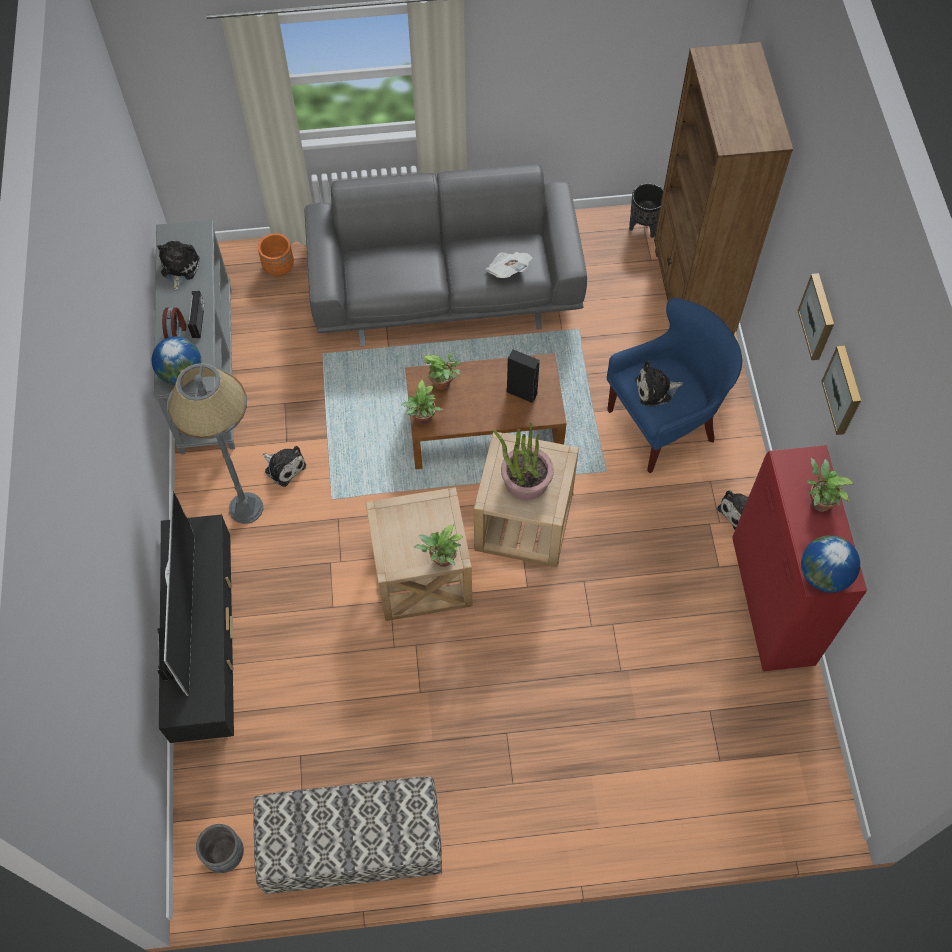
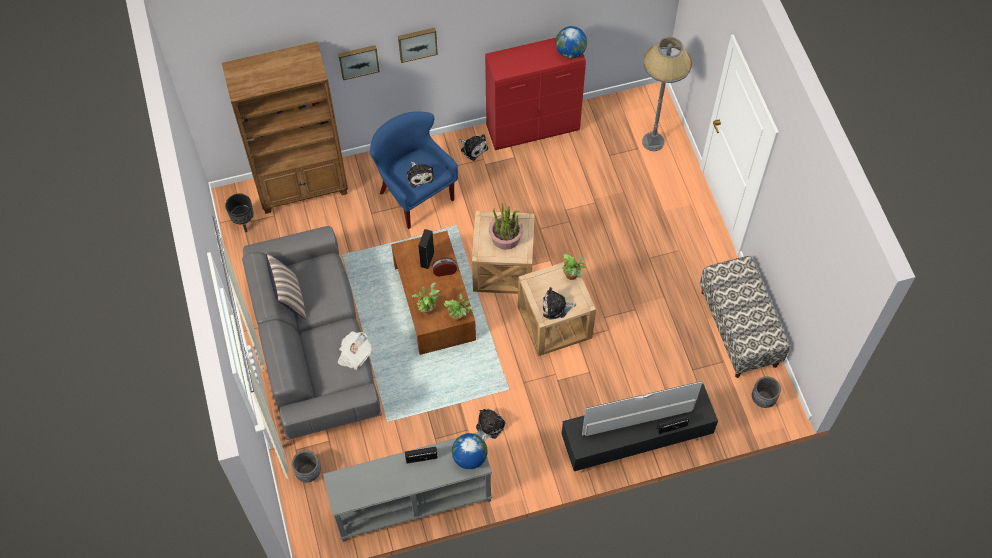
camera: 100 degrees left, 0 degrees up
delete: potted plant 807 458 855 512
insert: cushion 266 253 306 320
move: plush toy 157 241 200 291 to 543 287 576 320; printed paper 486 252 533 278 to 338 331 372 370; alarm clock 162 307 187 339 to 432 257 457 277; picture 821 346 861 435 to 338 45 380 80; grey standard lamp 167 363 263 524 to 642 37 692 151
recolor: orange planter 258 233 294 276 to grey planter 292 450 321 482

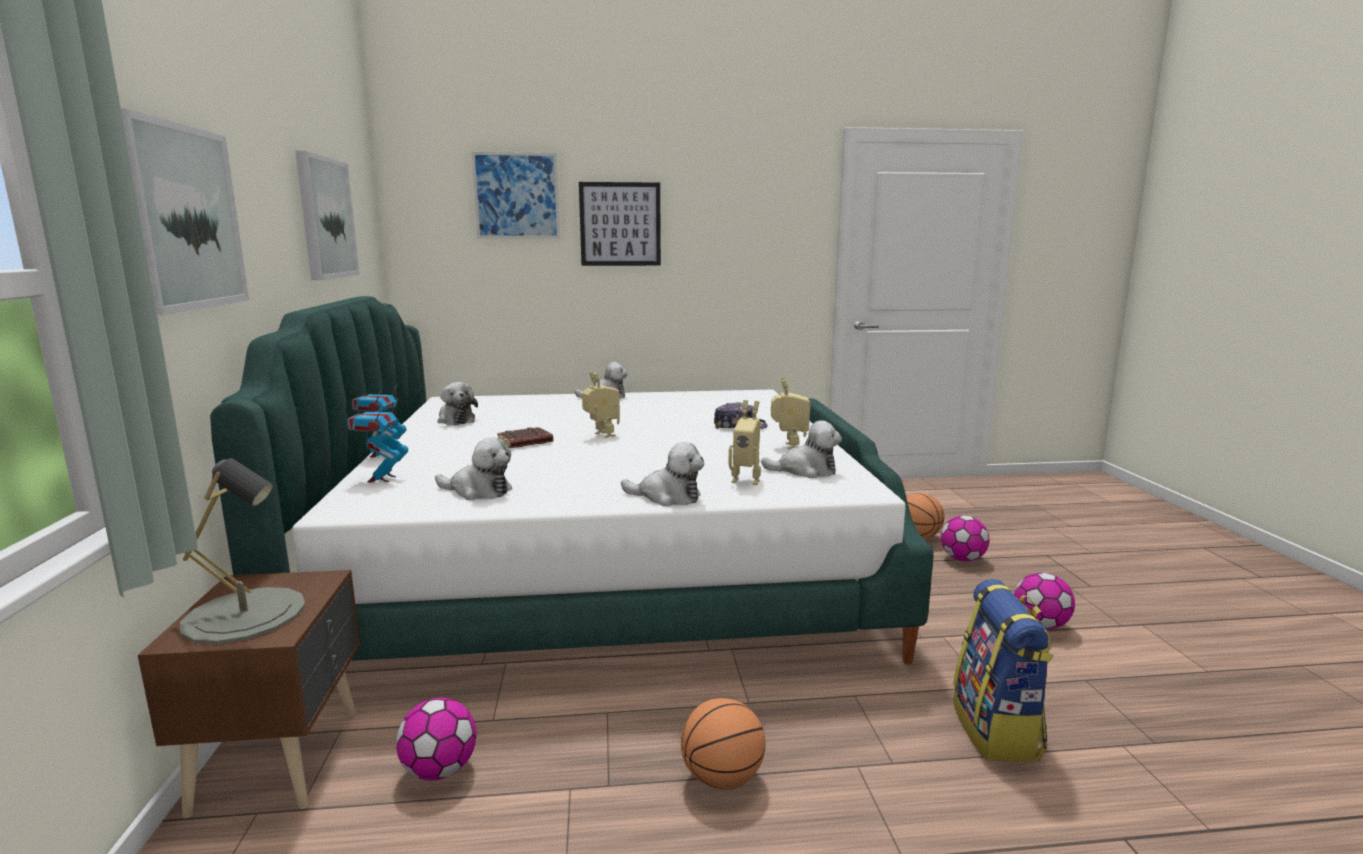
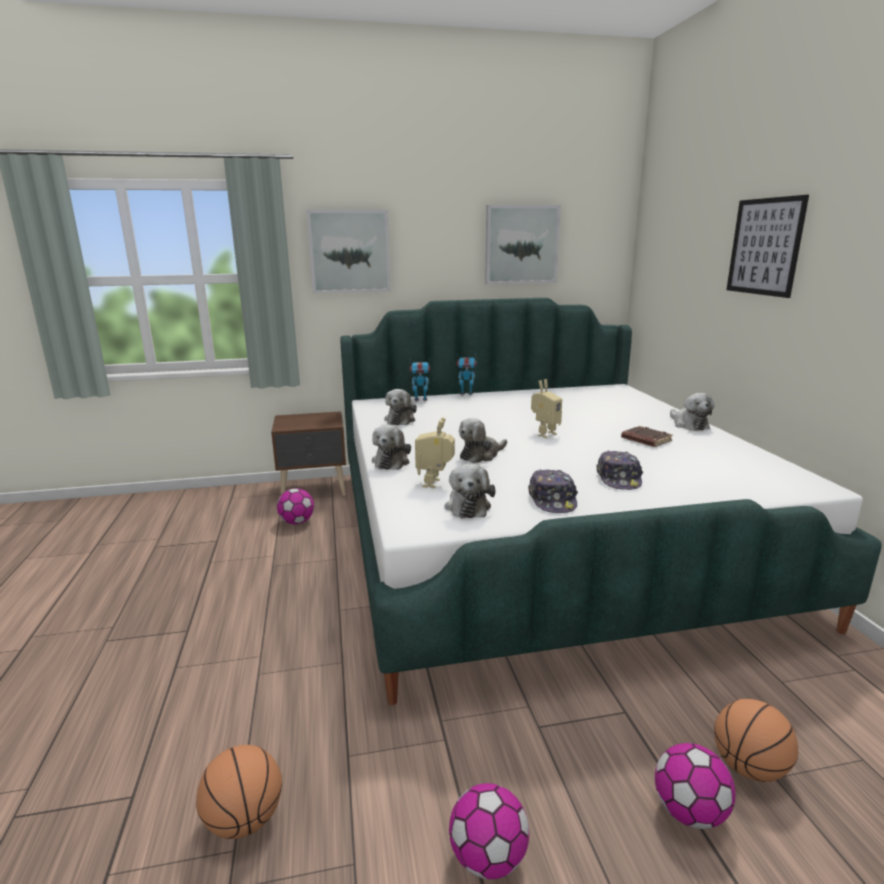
camera: 85 degrees right, 5 degrees up
delete: picture 472 152 560 238; grey table lamp 180 458 305 644; rucksack 953 579 1054 762
move: plush toy 437 382 478 425 to 459 418 507 463; brown-coloured bound book 497 427 553 448 to 621 426 673 447; basketball 681 698 765 789 to 196 745 282 839
replace: robot figure 771 378 810 449 to cap 528 469 578 513

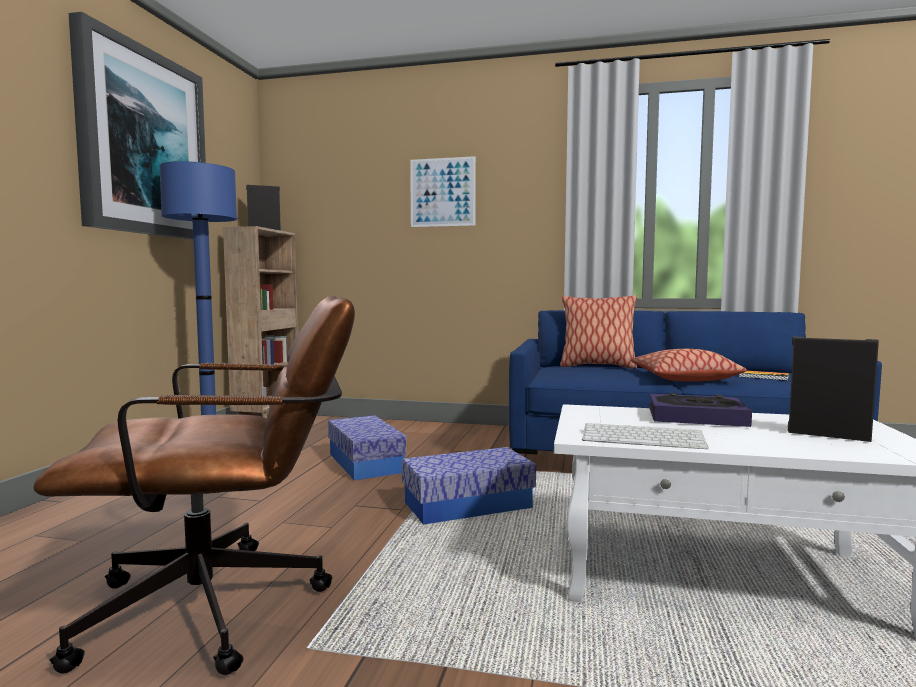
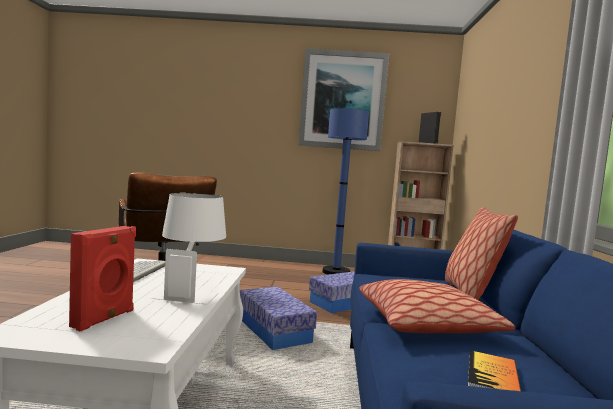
camera: 80 degrees right, 0 degrees up
delete: picture 410 156 476 227
replace: bound book 649 393 752 427 to white table lamp 152 193 226 304
recolor: black-coloured loudspeaker 788 336 879 442 to reddish loudspeaker 69 226 136 331

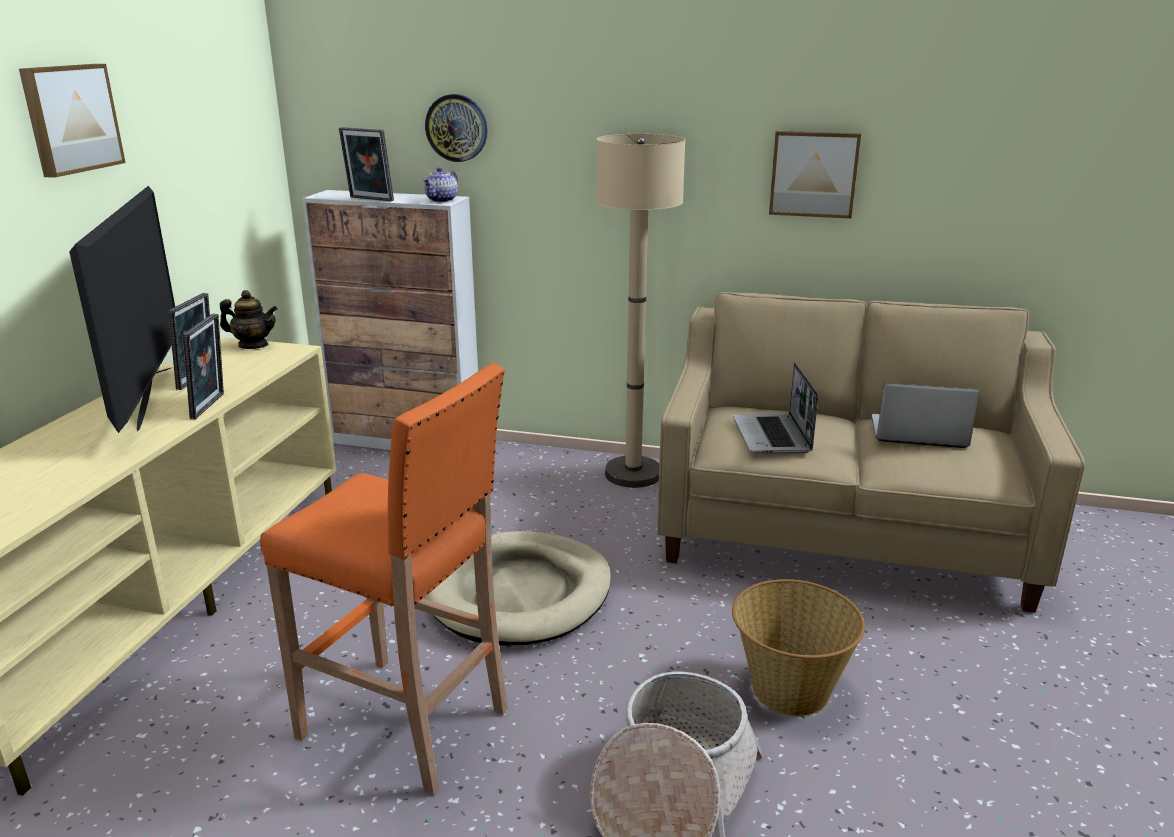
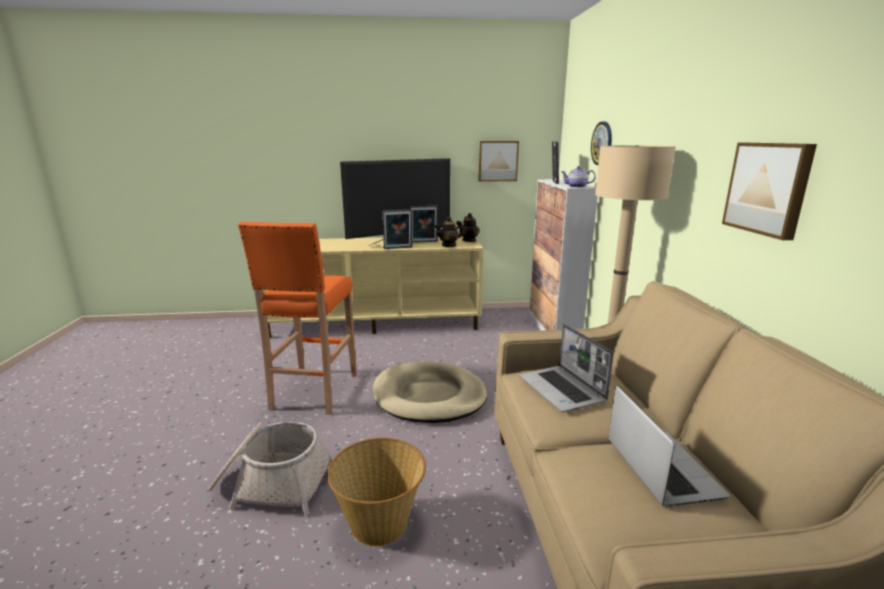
camera: 70 degrees right, 5 degrees down
insert: tea pot 434 216 464 247
move: picture 19 64 126 178 to 478 141 519 182
rotate: portable computer 733 363 818 454 = 519 324 614 412 90 degrees counterclockwise

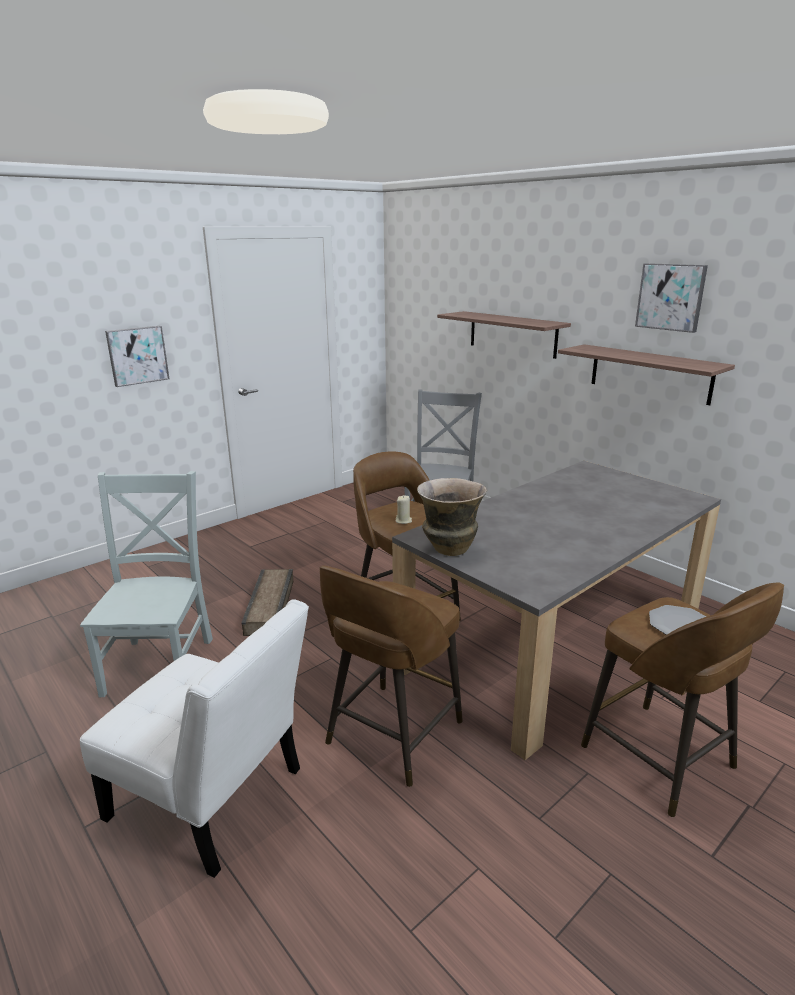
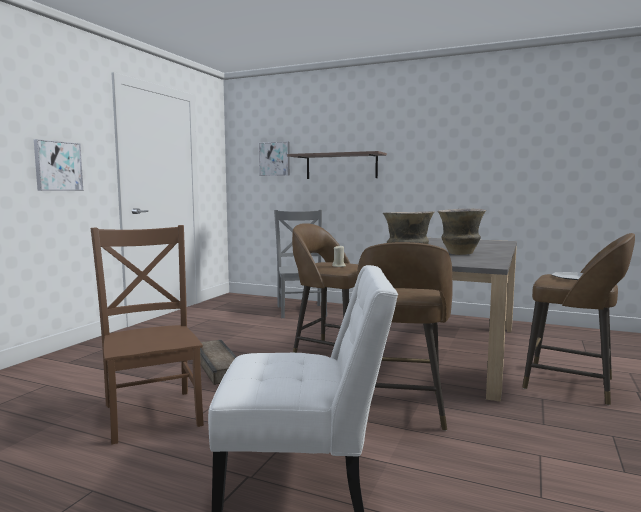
camera: 25 degrees left, 15 degrees down
delete: wall shelf 558 344 735 405
insert: decorative vase 438 209 486 255
move: picture 635 263 708 333 to 259 142 290 176
recolor: grey plain chair 80 471 213 697 to brown-coloured plain chair 91 225 204 445

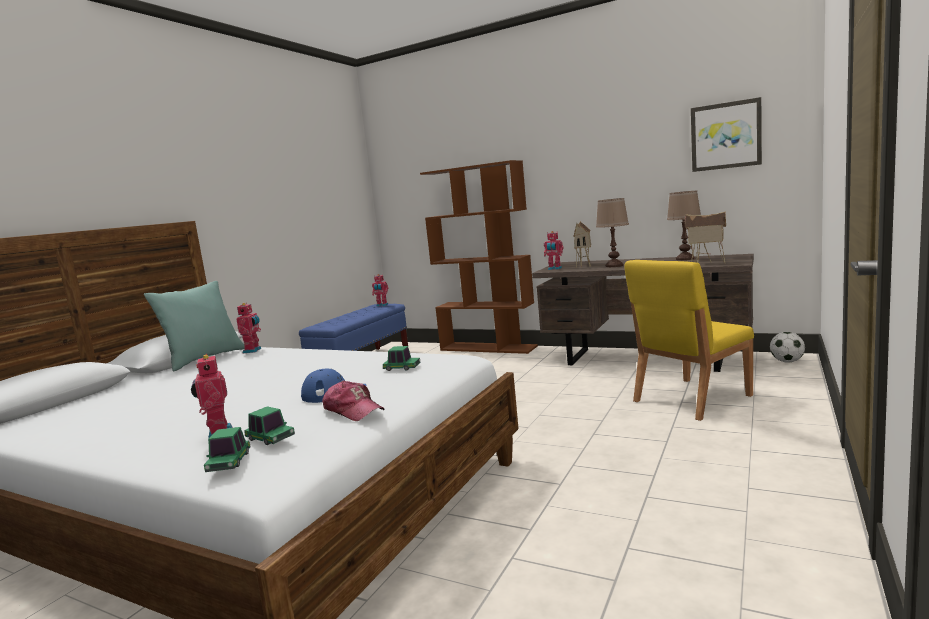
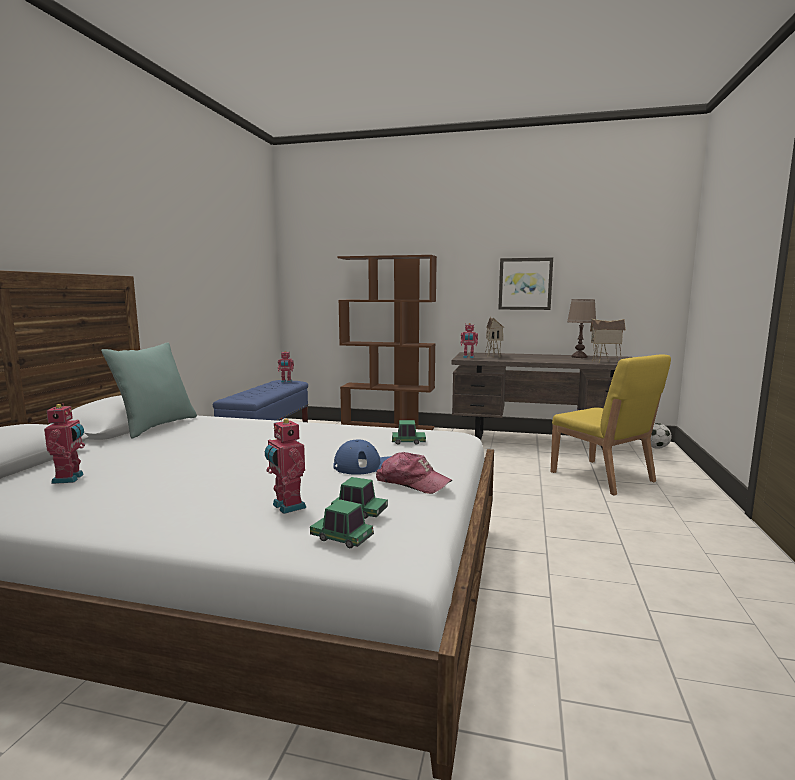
camera: 15 degrees left, 0 degrees up
delete: brown-coloured table lamp 596 198 629 267
move: picture 691 97 762 172 to 498 257 553 310; robot figure 236 302 262 353 to 44 403 85 484
rotate: yellowish plain chair 624 260 754 421 = 551 354 671 495 75 degrees counterclockwise; miniature car 204 427 251 472 = 310 499 374 548 135 degrees clockwise

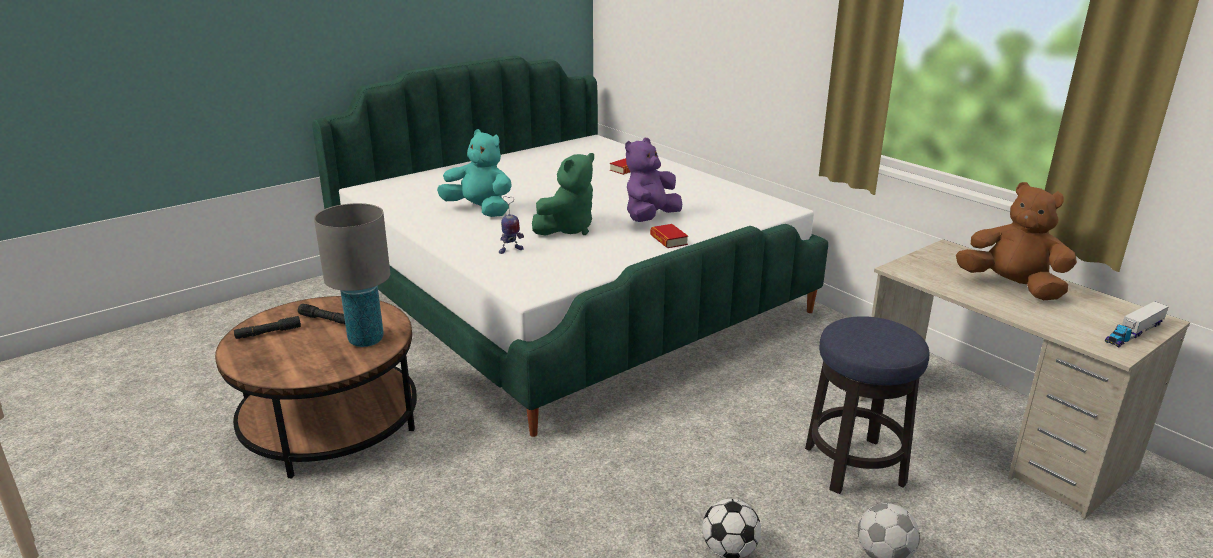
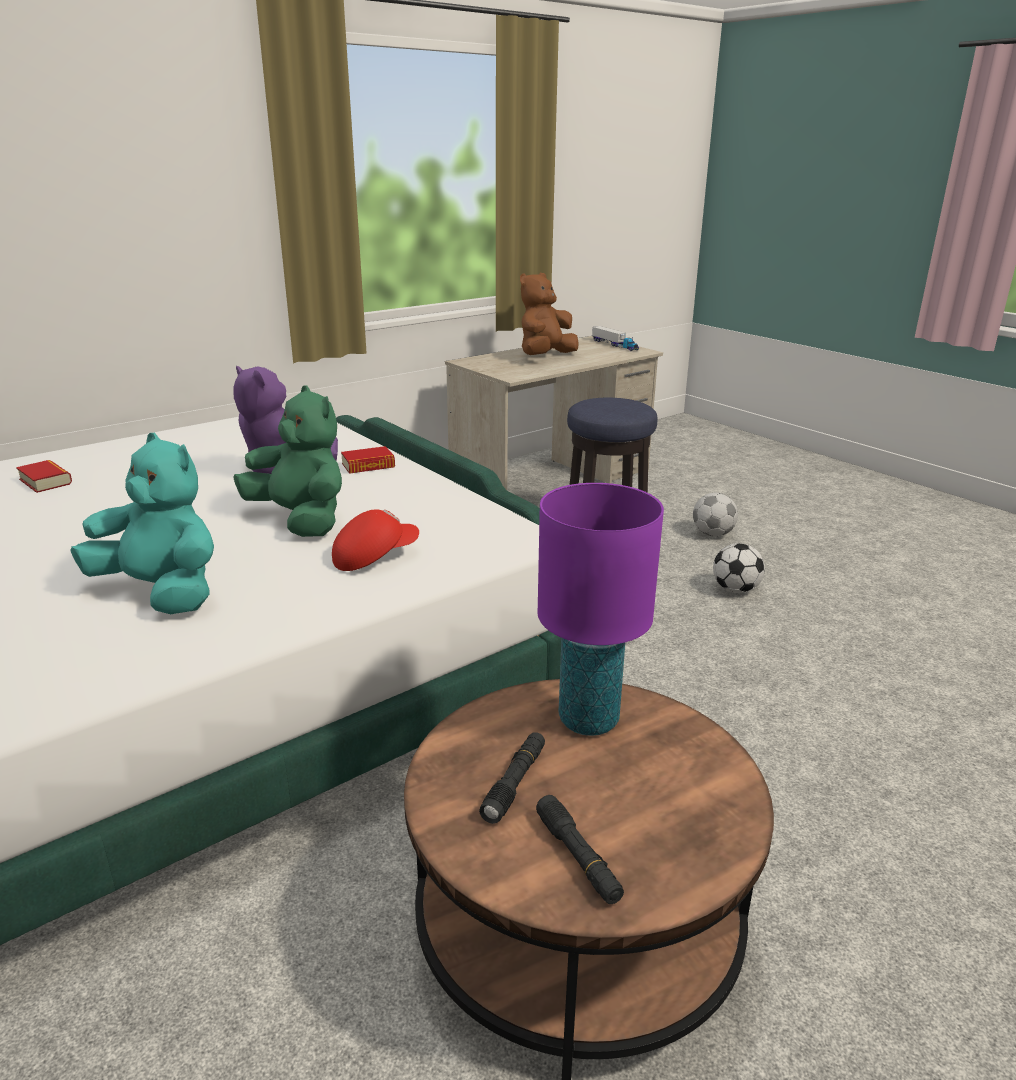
camera: 90 degrees left, 0 degrees up
replace: robot figure 499 196 524 254 to reddish cap 332 509 419 571
recolor: grey table lamp 314 203 390 347 to purple table lamp 538 483 664 736
rotate: turquoise plush toy 437 129 512 217 = 70 433 214 614 90 degrees clockwise

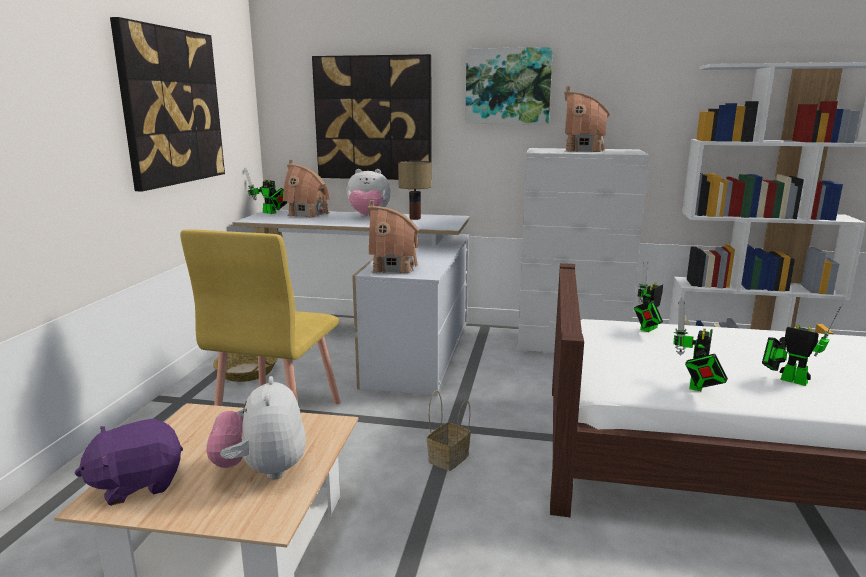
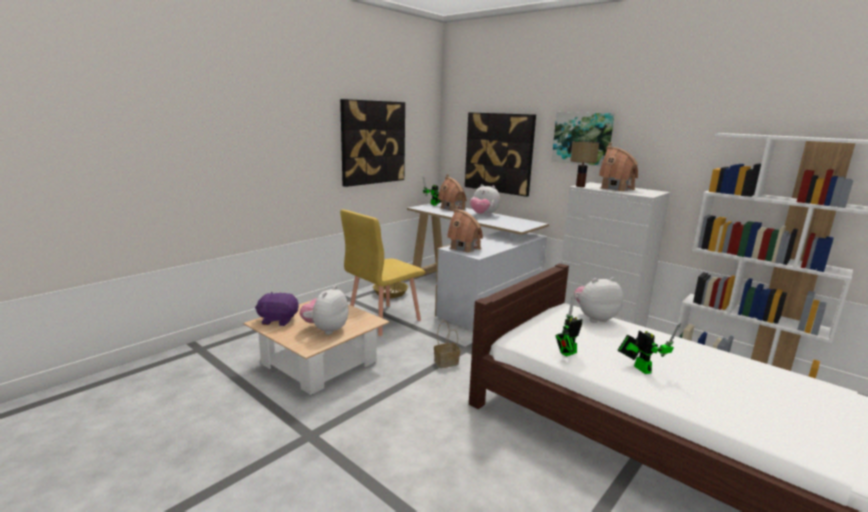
camera: 30 degrees right, 0 degrees up
move: table lamp 398 161 431 220 to 570 141 599 187
replace: robot figure 634 259 663 332 to plush toy 574 277 623 323

